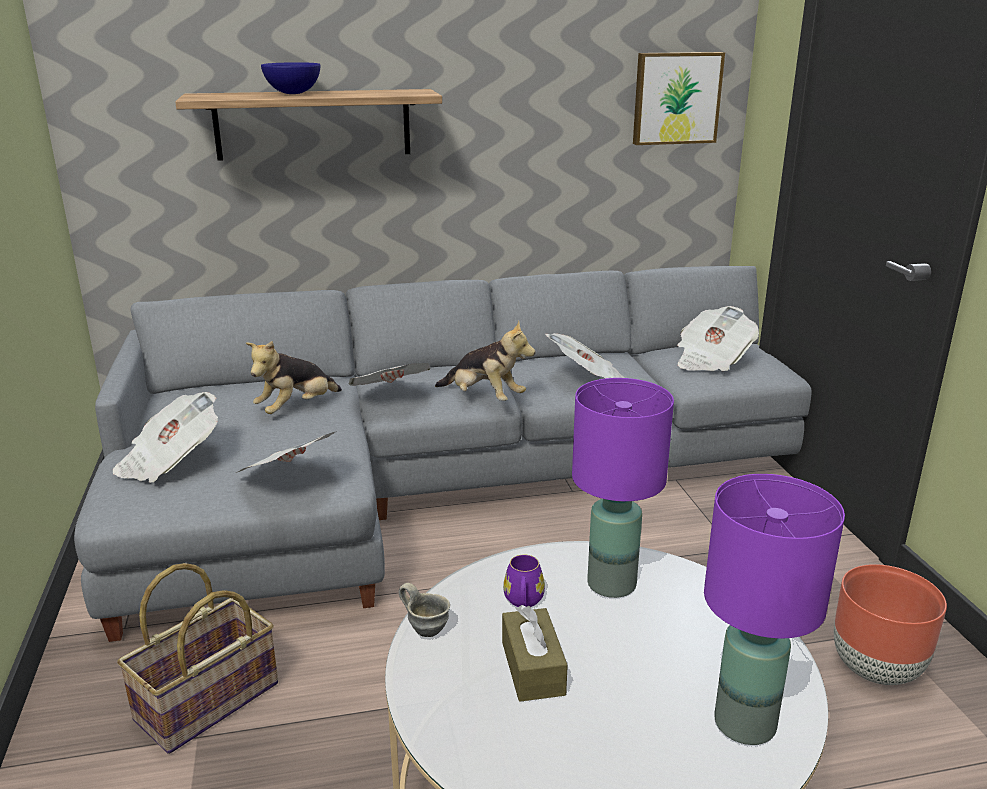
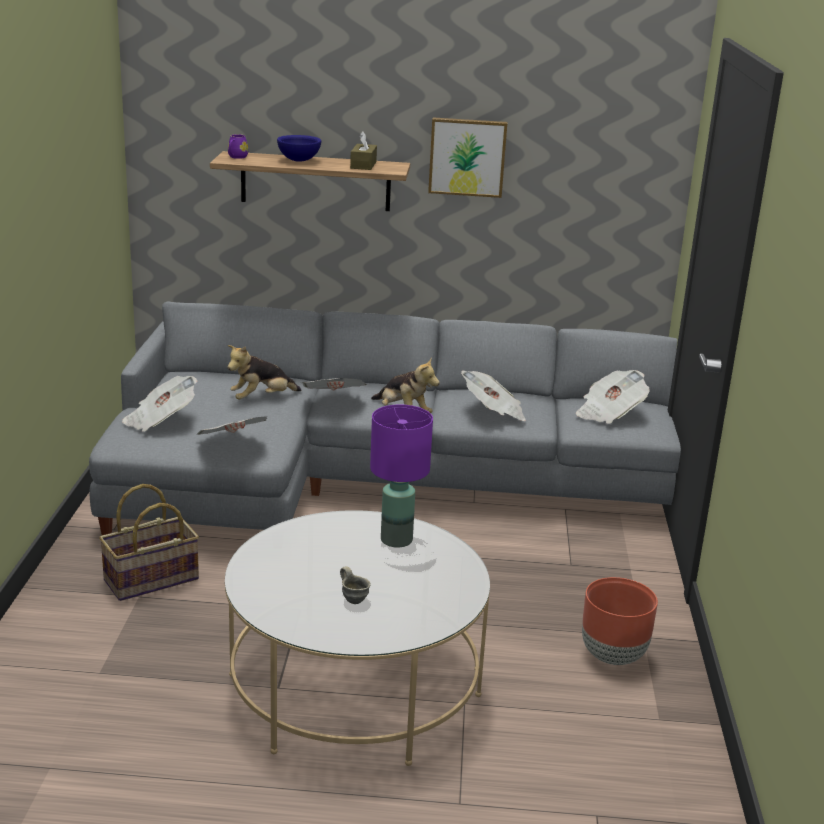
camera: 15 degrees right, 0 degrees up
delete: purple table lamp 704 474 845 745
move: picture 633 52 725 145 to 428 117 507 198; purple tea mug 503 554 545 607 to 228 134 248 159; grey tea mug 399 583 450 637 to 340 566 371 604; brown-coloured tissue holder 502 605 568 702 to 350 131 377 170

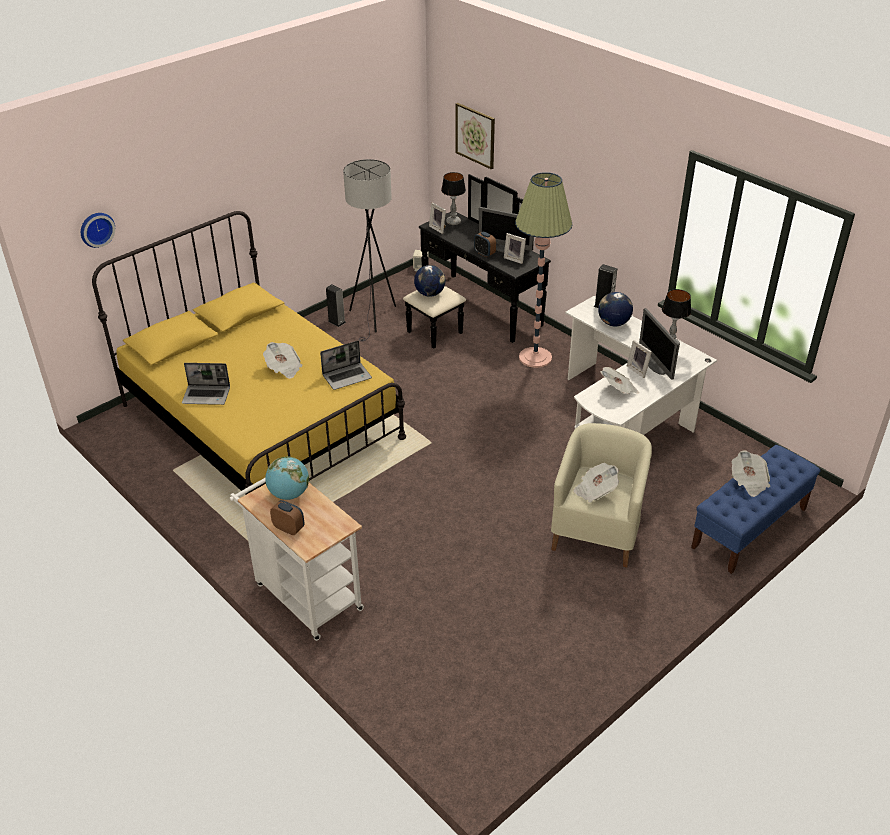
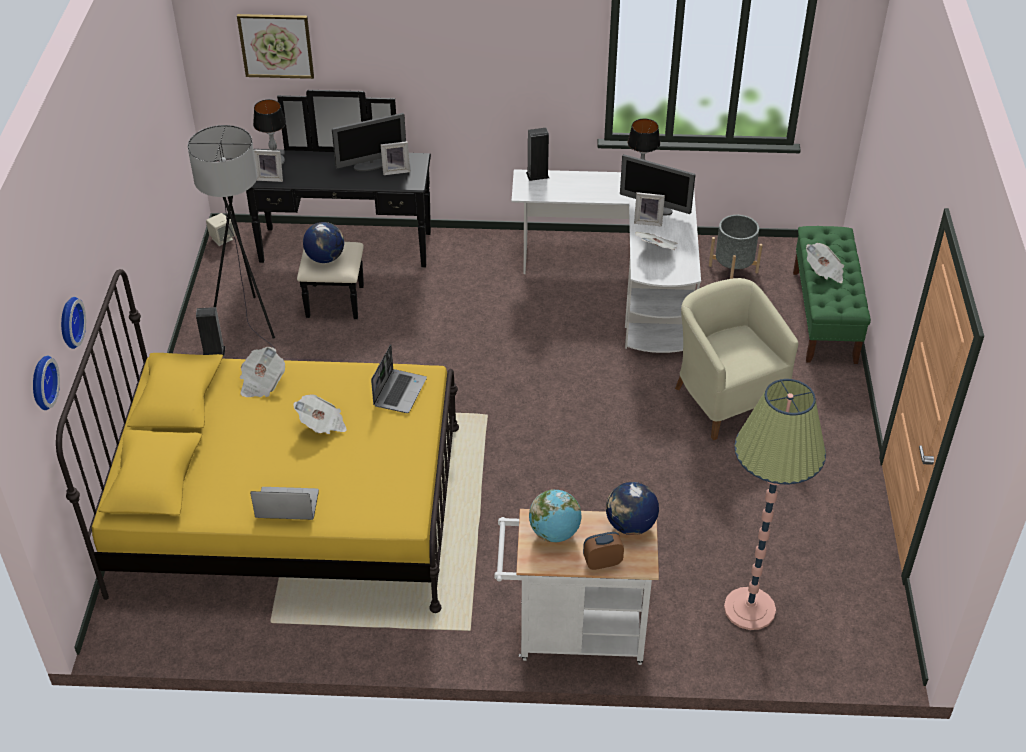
camera: 45 degrees left, 5 degrees up
delete: alarm clock 474 231 496 257
insert: grey planter 709 215 763 279; clock on the wall 61 297 86 349
move: standard lamp 515 172 572 368 to 724 379 826 630; world globe 598 292 633 327 to 606 482 659 535; printed paper 573 463 619 503 to 240 347 285 397
recolor: blue bench 691 445 821 574 to green-coloured bench 793 226 871 364
rotate: portable computer 182 363 230 405 = 250 487 319 520 135 degrees counterclockwise

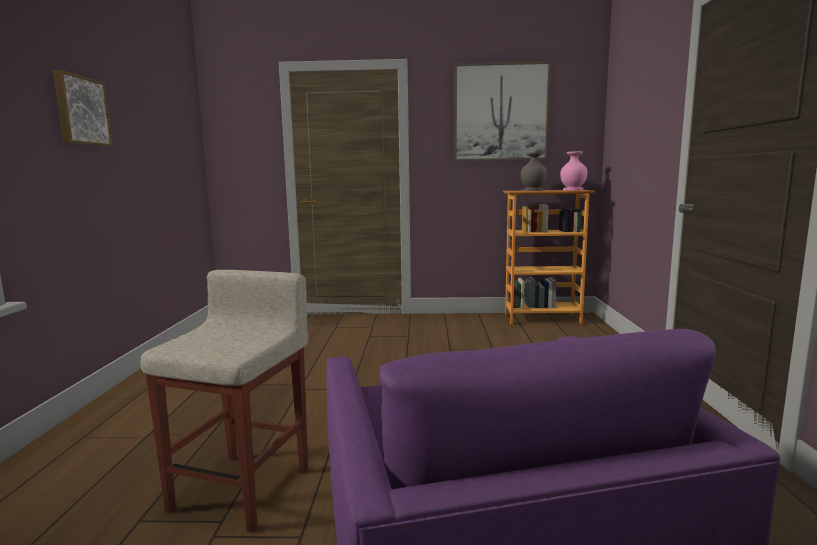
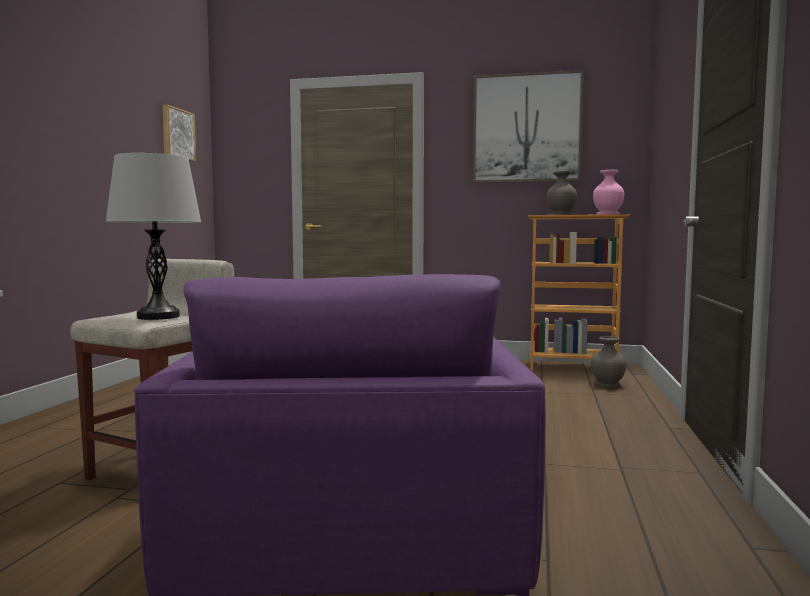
camera: 10 degrees right, 5 degrees down
insert: grey table lamp 106 153 201 320; grey decorative vase 591 336 626 388
move: picture 53 70 113 147 to 162 105 196 162

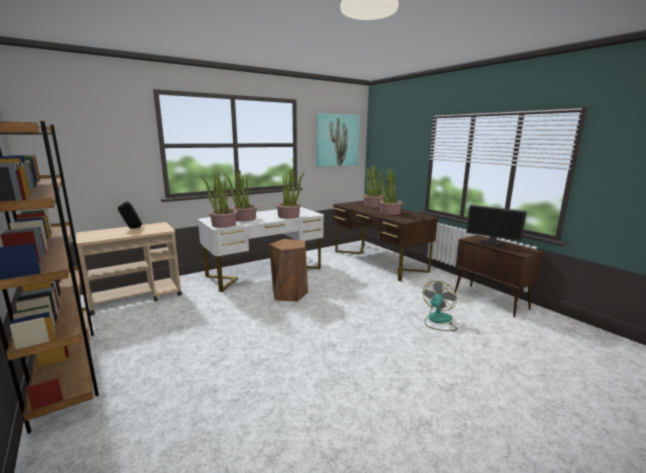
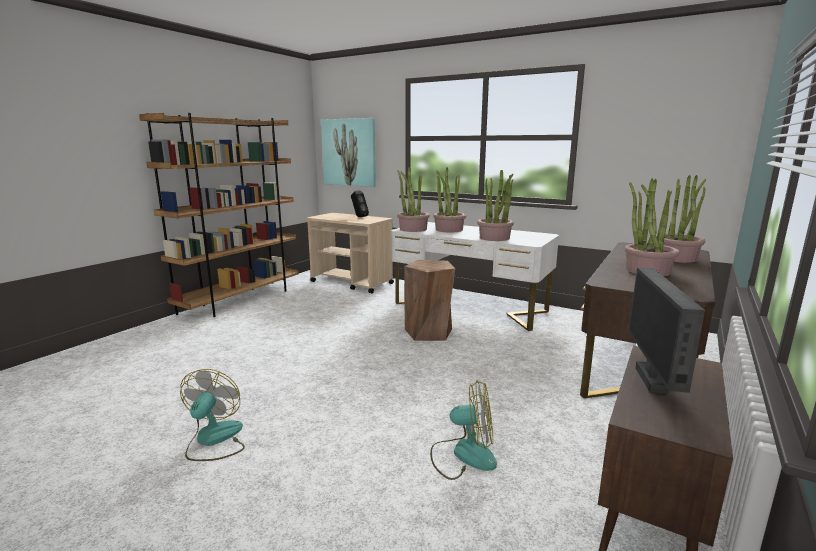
camera: 65 degrees right, 0 degrees up
insert: electric fan 180 369 245 461
move: picture 317 113 360 167 to 321 118 376 187

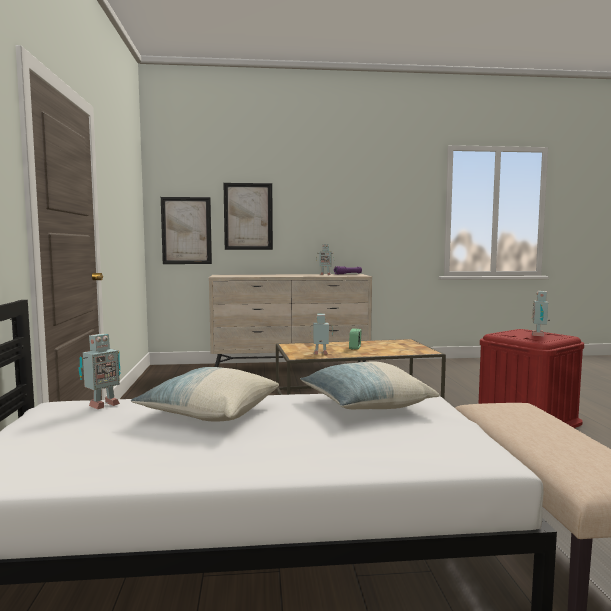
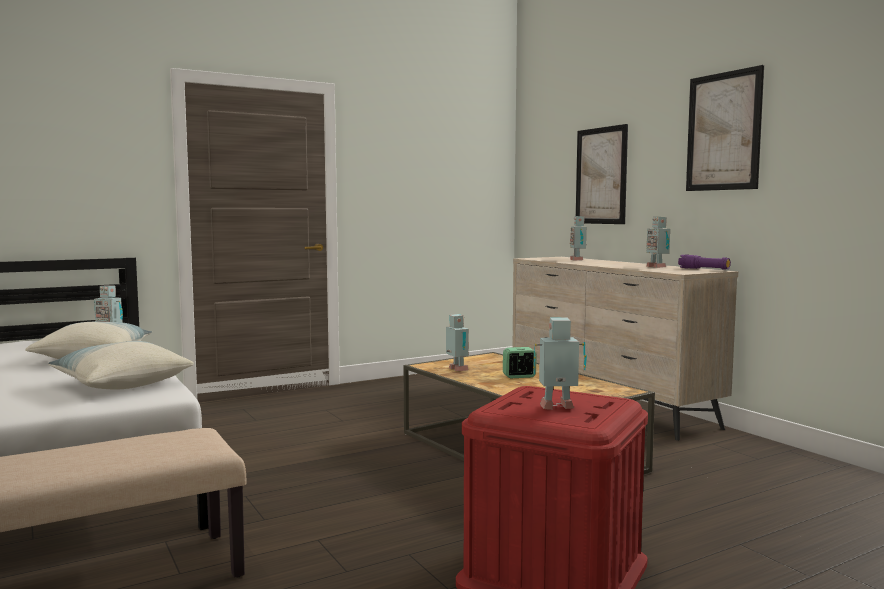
camera: 65 degrees right, 0 degrees up
insert: robot figure 570 216 587 261
move: picture 161 197 212 264 to 686 65 764 191

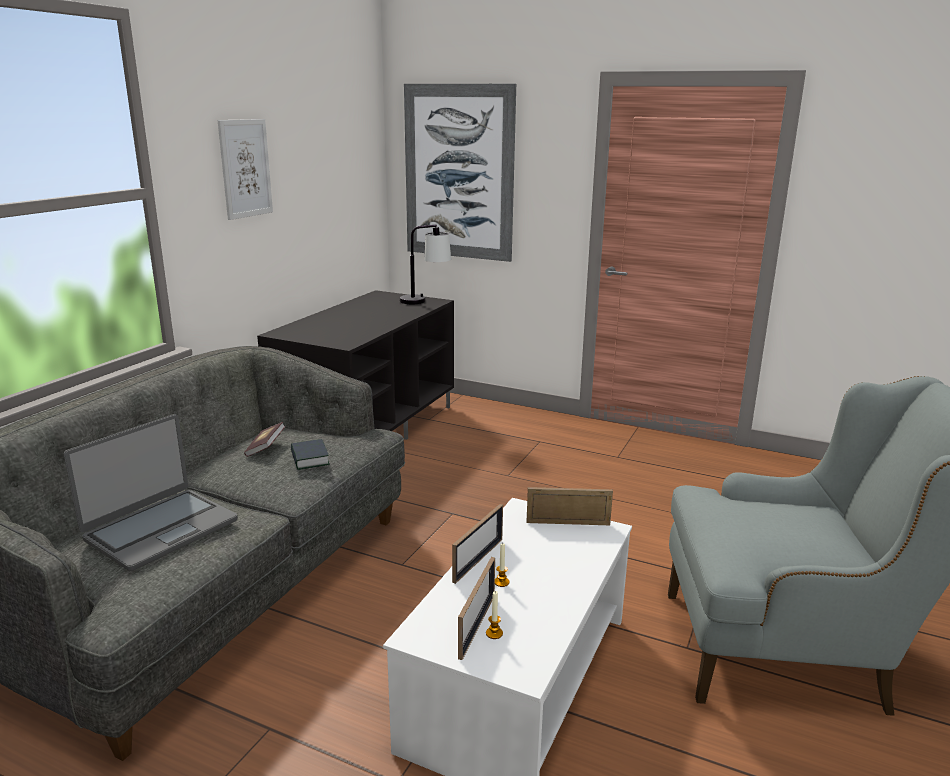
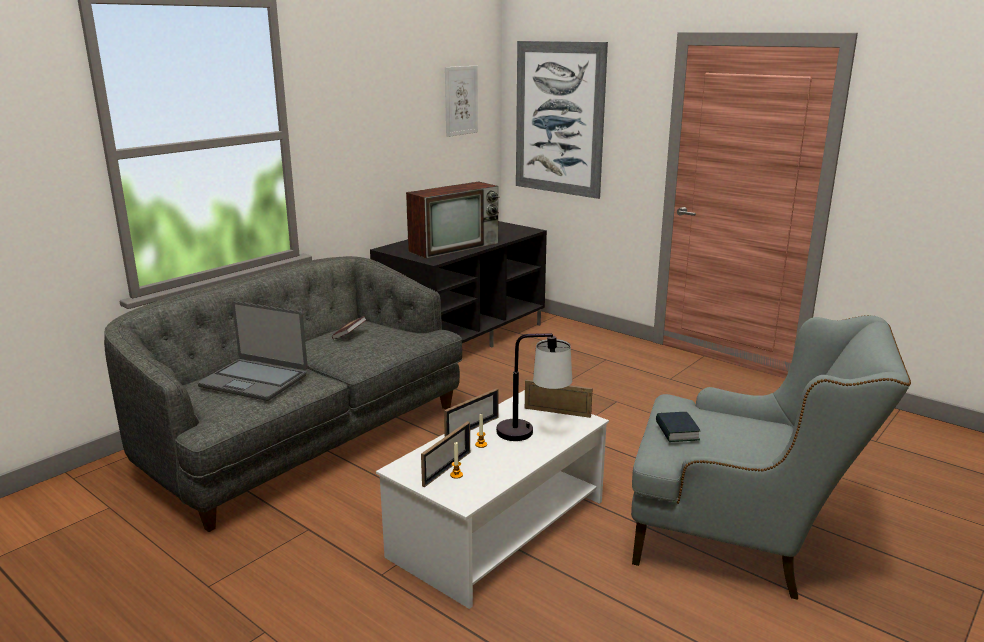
camera: 15 degrees right, 0 degrees up
insert: TV 406 182 499 259
move: picture 218 119 273 220 to 445 66 478 137; table lamp 400 225 451 304 to 496 333 572 441; bound book 291 439 329 470 to 656 412 701 442
rotate: portable computer 64 414 238 571 = 198 301 308 401 60 degrees clockwise

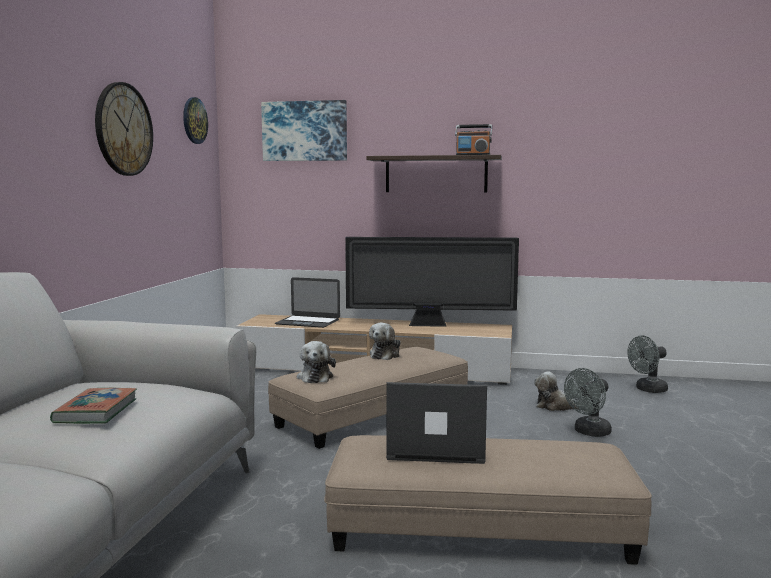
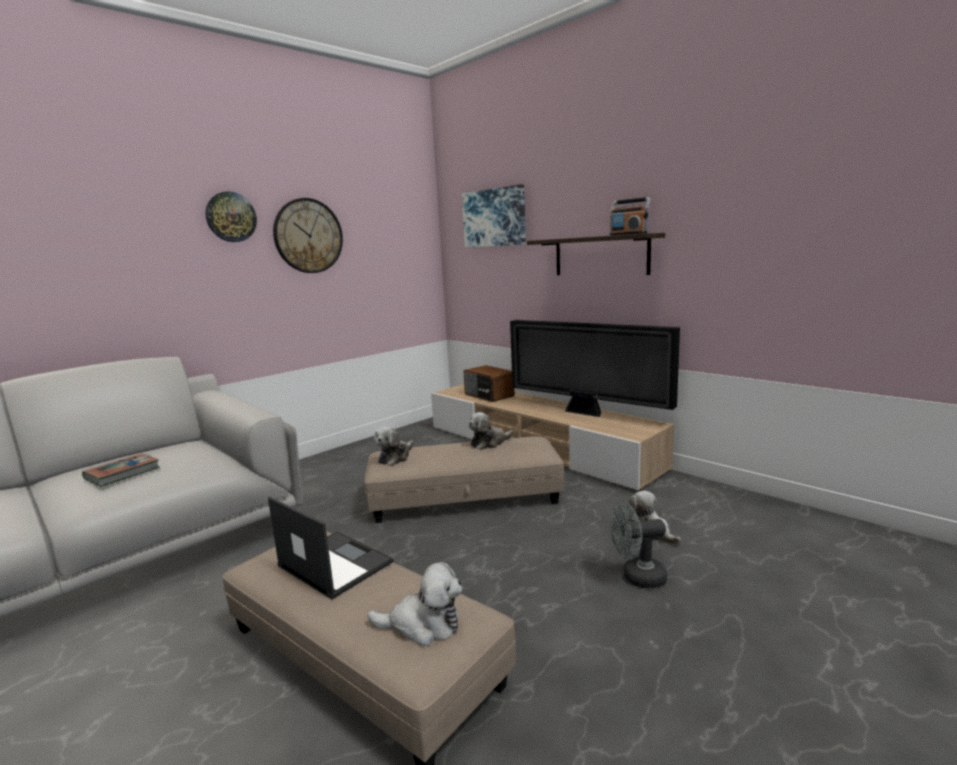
camera: 35 degrees right, 5 degrees up
delete: grey electric fan 627 335 668 393
insert: plush toy 367 562 462 646
move: clock on the wall 183 97 208 144 to 205 192 257 242
replace: portable computer 275 277 340 328 to radio receiver 464 365 515 402

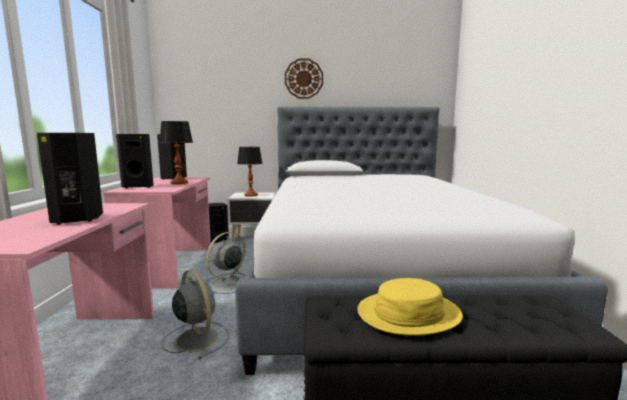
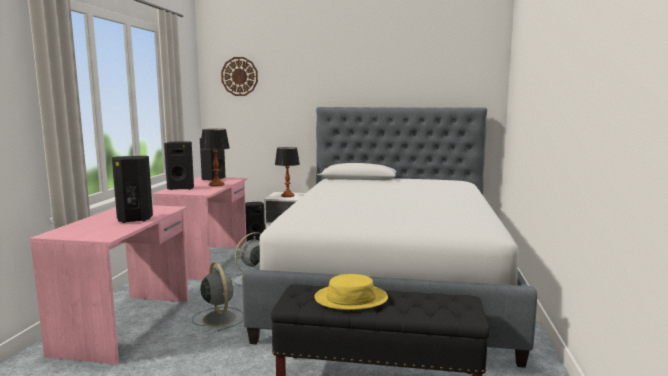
camera: 10 degrees right, 0 degrees up
move: clock on the wall 285 59 323 99 to 221 57 258 96

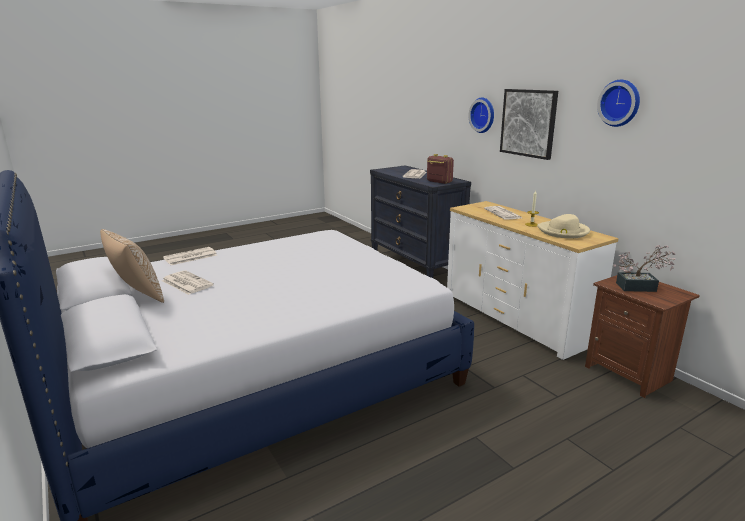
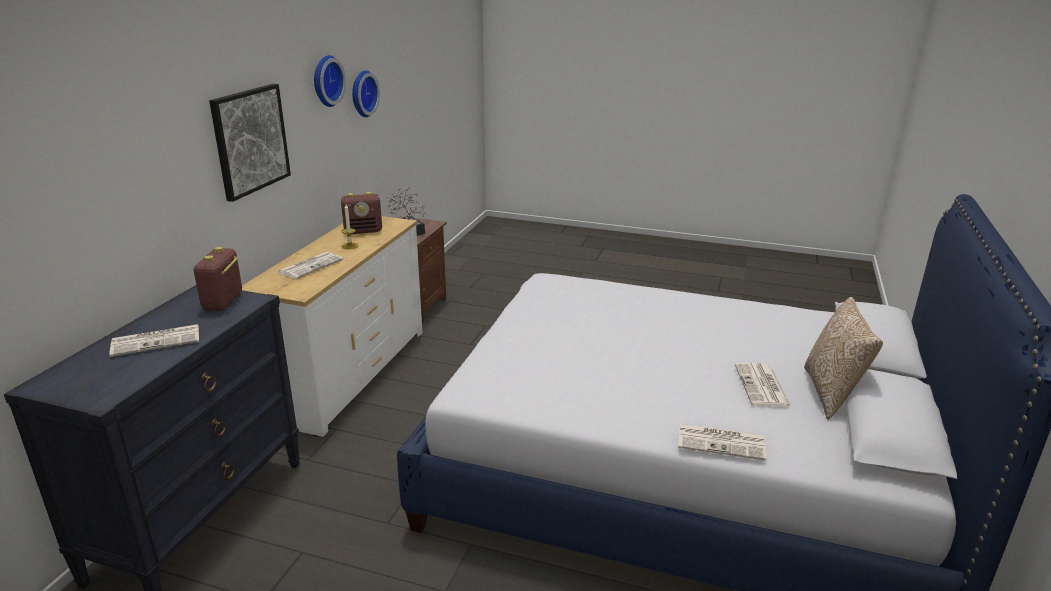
camera: 130 degrees left, 5 degrees up
move: clock on the wall 468 97 494 133 to 352 70 380 117
replace: beige wearable hat 537 214 590 238 to radio receiver 341 192 382 234

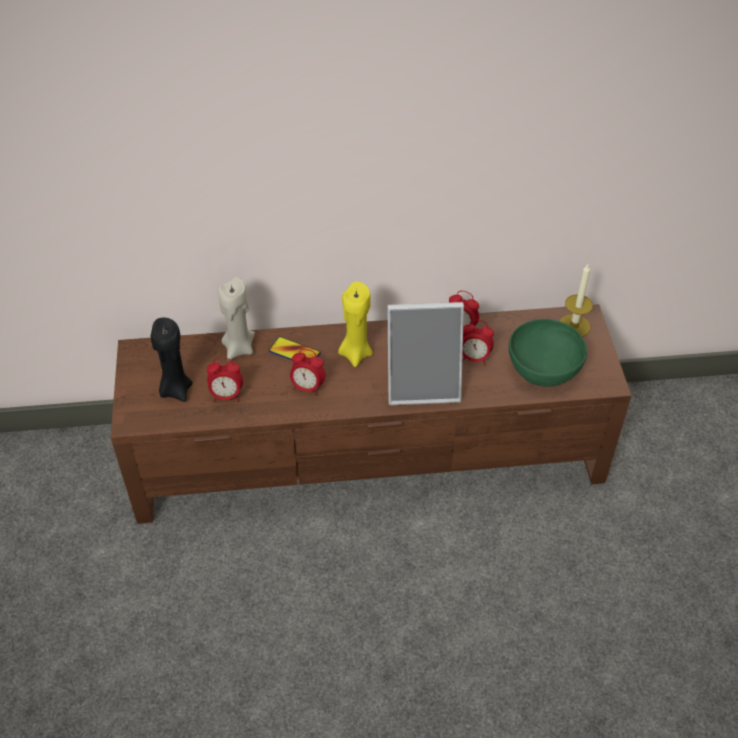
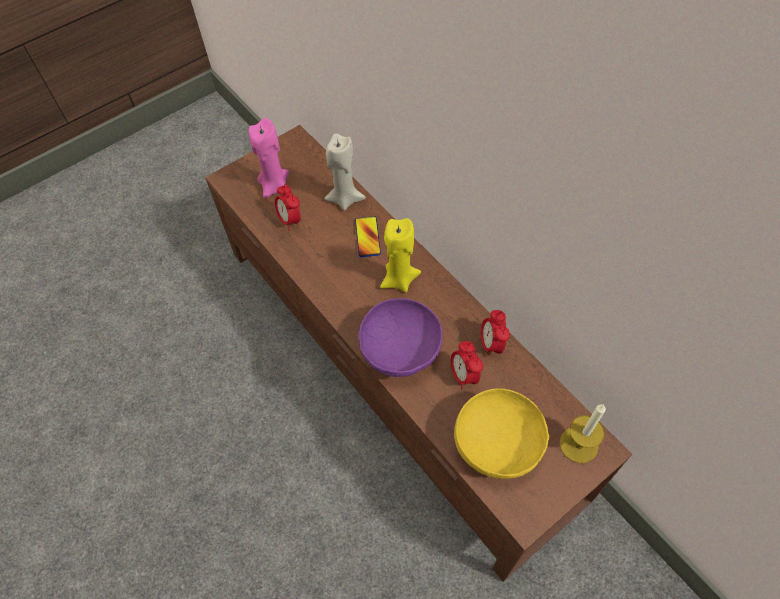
camera: 60 degrees right, 10 degrees up
delete: alarm clock 290 349 325 396
replace: standing frame 387 302 464 405 to purple bowl 358 298 443 377
recolor: black-coloured wax candle 151 317 193 402 to pink-coloured wax candle 249 118 289 199; green-coloured bowl 509 319 587 386 to yellowish bowl 454 389 549 479

